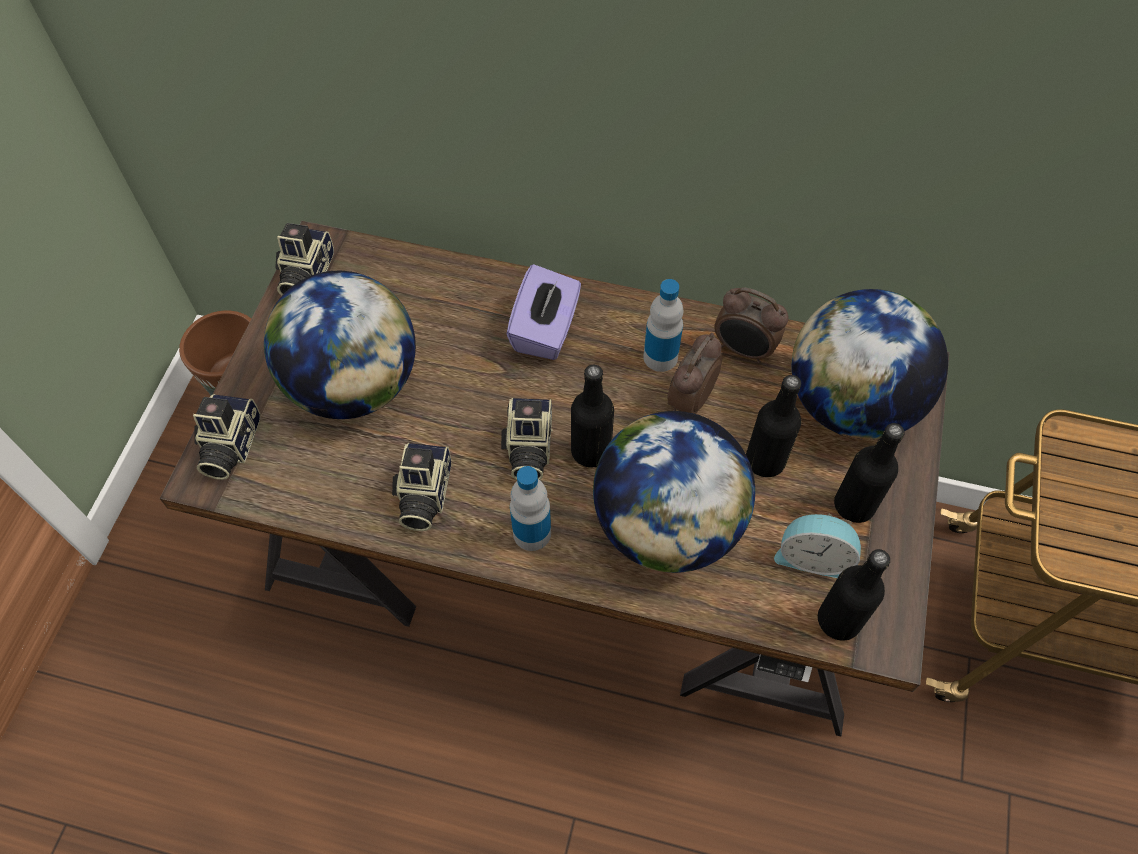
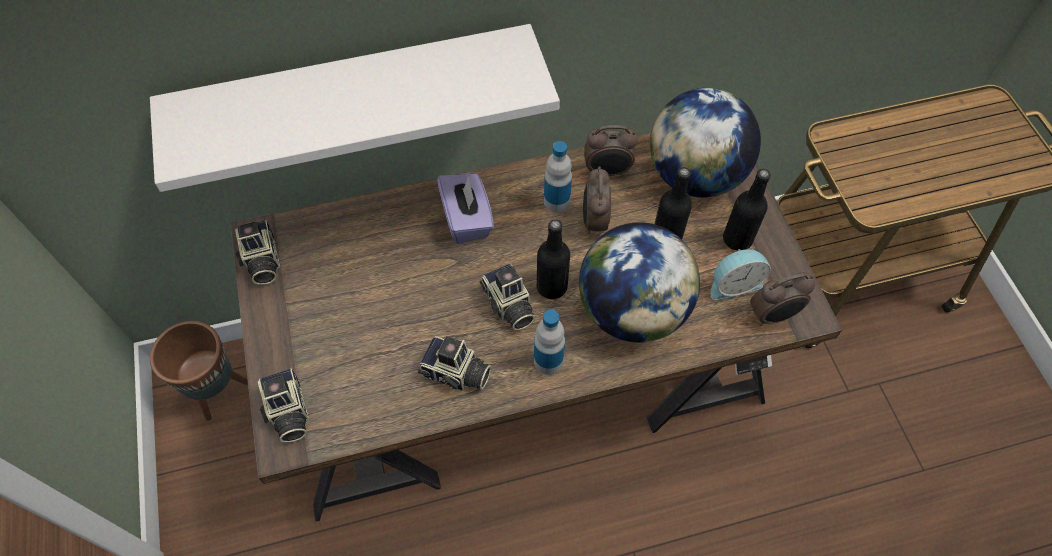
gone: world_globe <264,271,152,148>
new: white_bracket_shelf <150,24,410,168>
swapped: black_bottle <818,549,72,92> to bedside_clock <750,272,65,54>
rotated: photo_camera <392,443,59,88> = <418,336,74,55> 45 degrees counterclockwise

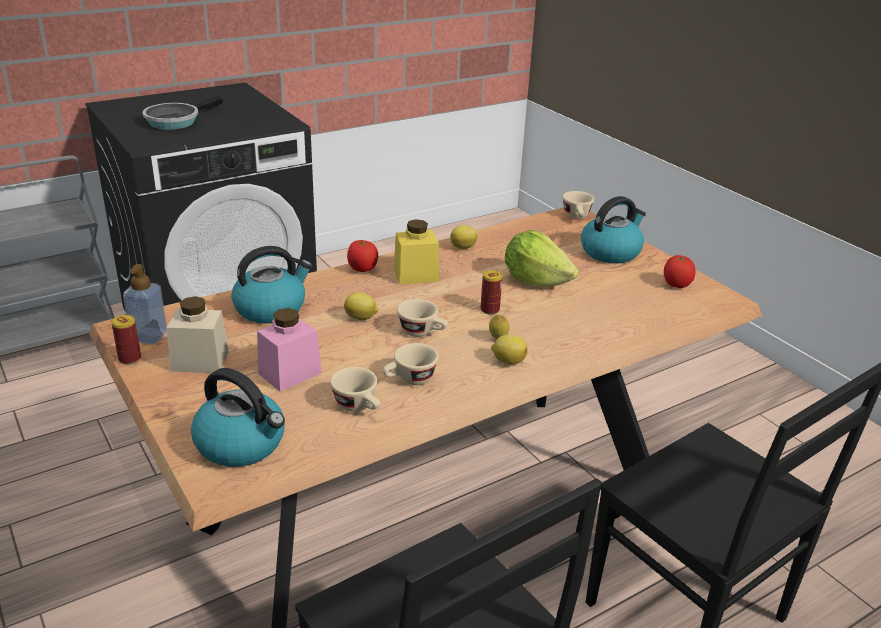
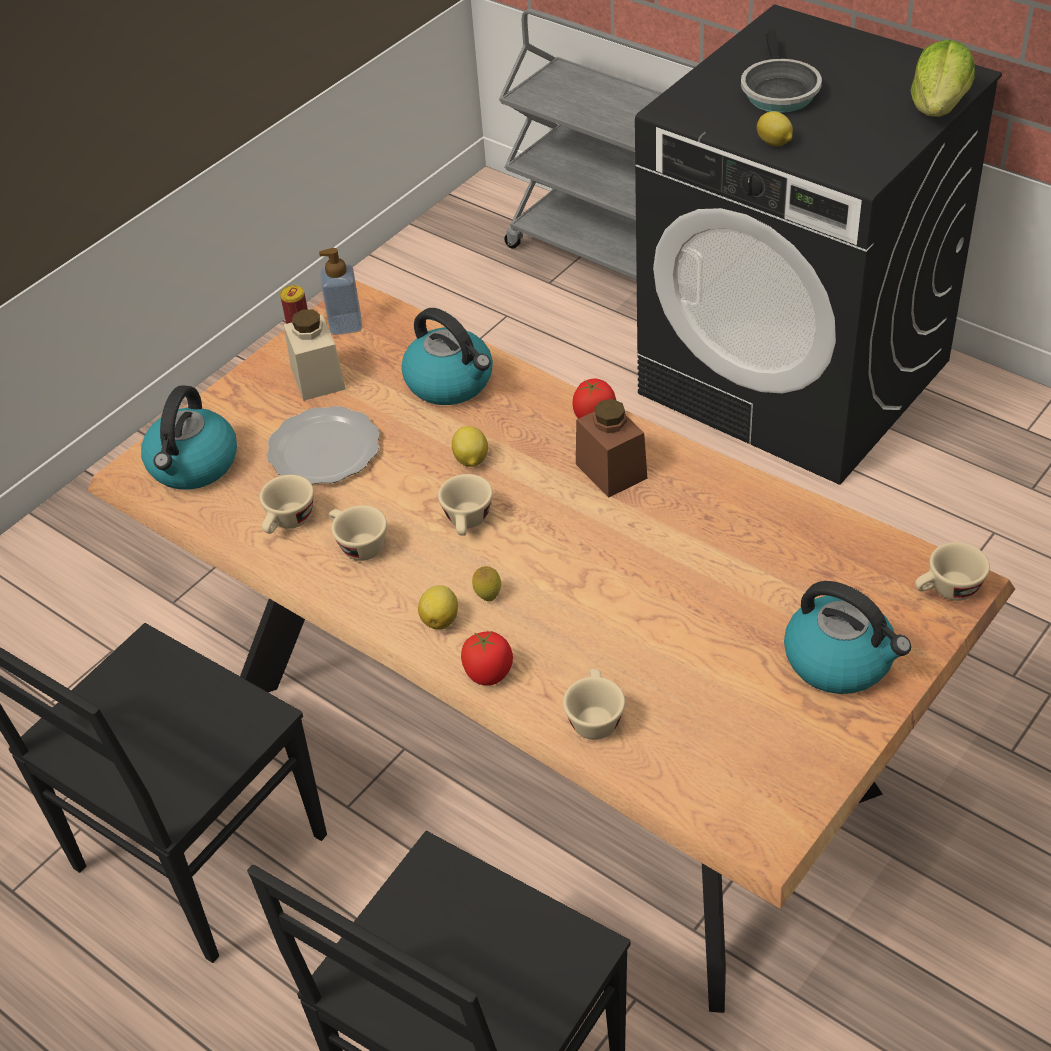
gone: sealed_can <481,270,21,45>
new: beige_drinking_cup <563,669,62,71>
shifted: lemon <450,225,28,24> to <757,111,36,35>; lettuce <505,230,74,57> to <911,39,64,78>; tomato <664,255,32,33> to <461,631,52,55>
swapped: pink_storage_jar <257,308,64,84> to dinner_plate <266,406,114,78>
repainted: yellowish_storage_jar <394,219,45,66> to brownish_storage_jar <576,399,71,99>
rotated: skillet <143,95,80,35> = <741,29,81,84> 105 degrees counterclockwise

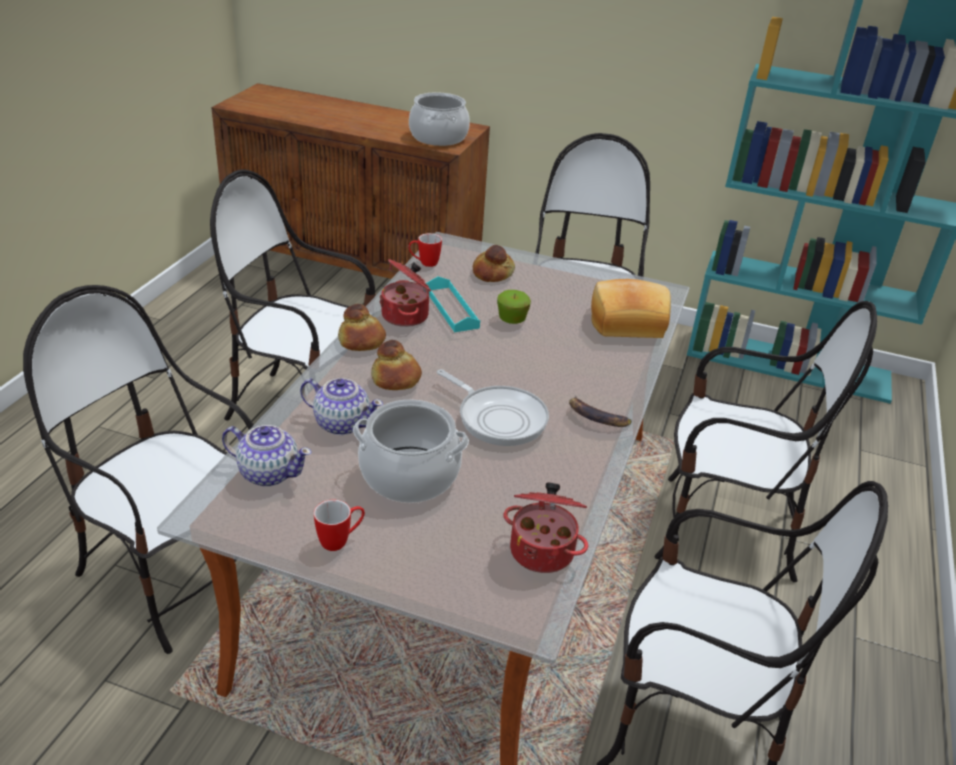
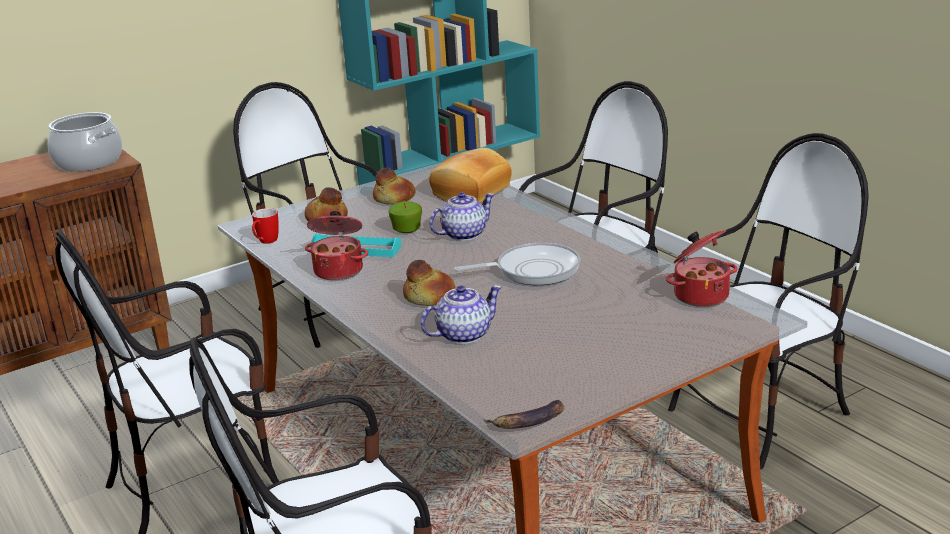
gone: mug <314,500,51,51>; stockpot <353,400,116,103>
shifted: pot_for_tea <222,425,90,61> to <430,192,65,49>; bread <338,304,48,47> to <373,168,43,36>; whole_banana <569,396,63,31> to <483,400,81,29>

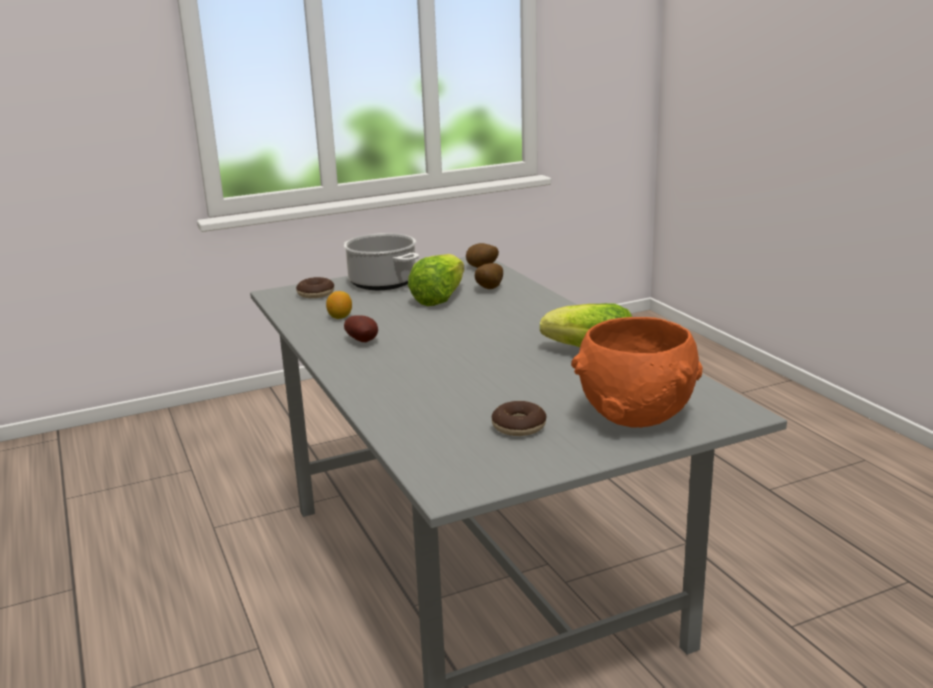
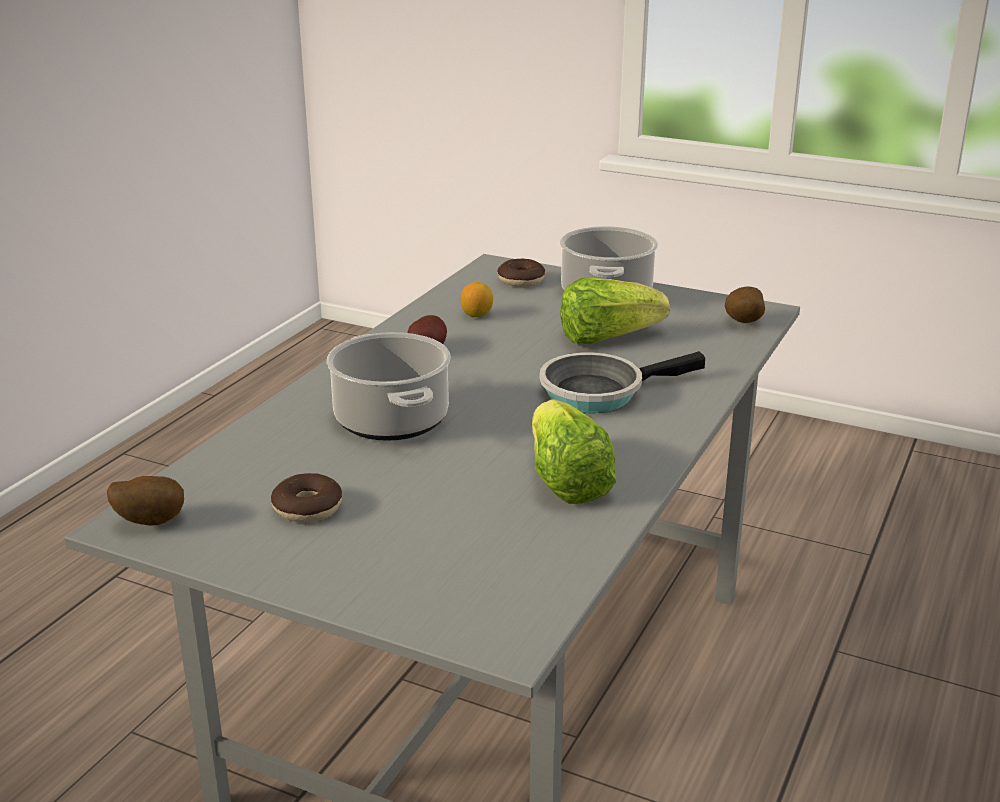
gone: orange-coloured_bowl <571,317,132,111>
new: stockpot <327,332,124,109>; skillet <539,351,166,62>
shifted: potato <475,263,28,26> to <107,476,77,49>

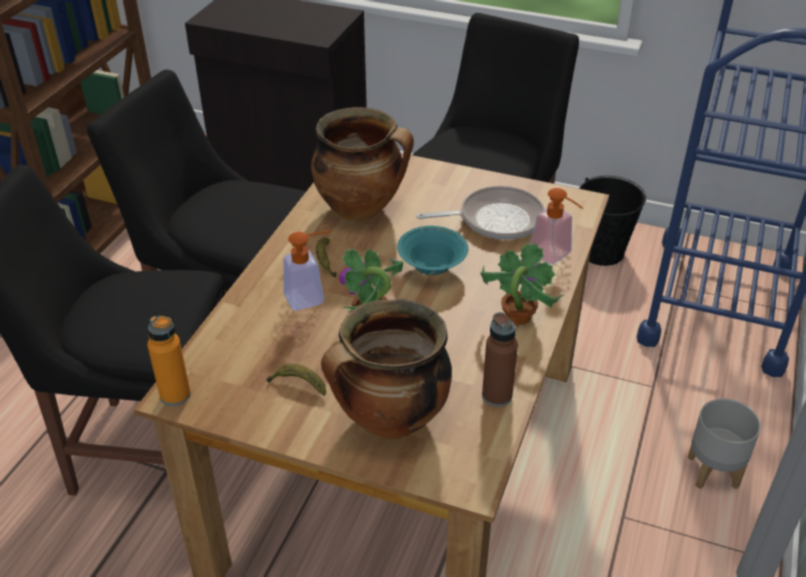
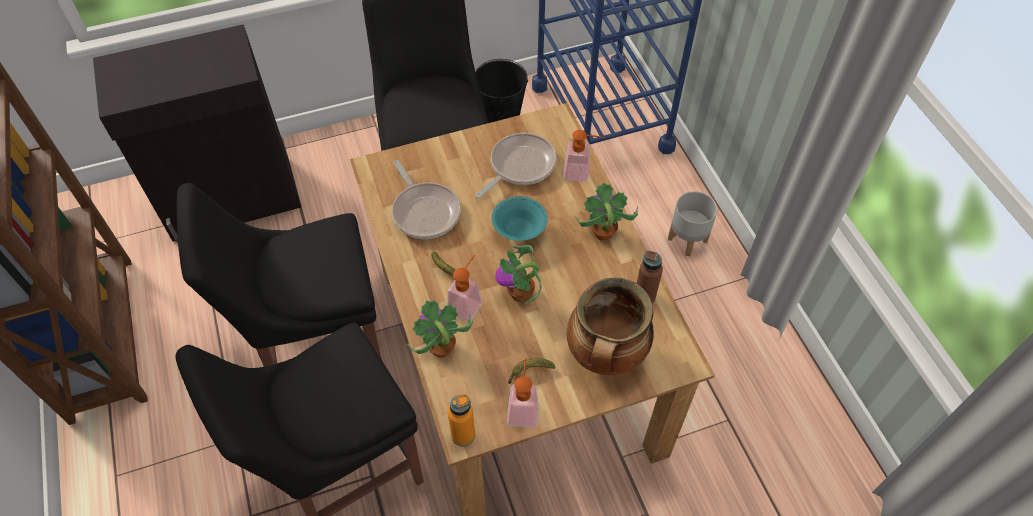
new: houseplant <405,300,68,58>; soap_dispenser <507,358,32,69>
swapped: stockpot <311,107,103,114> to skillet <392,160,69,79>

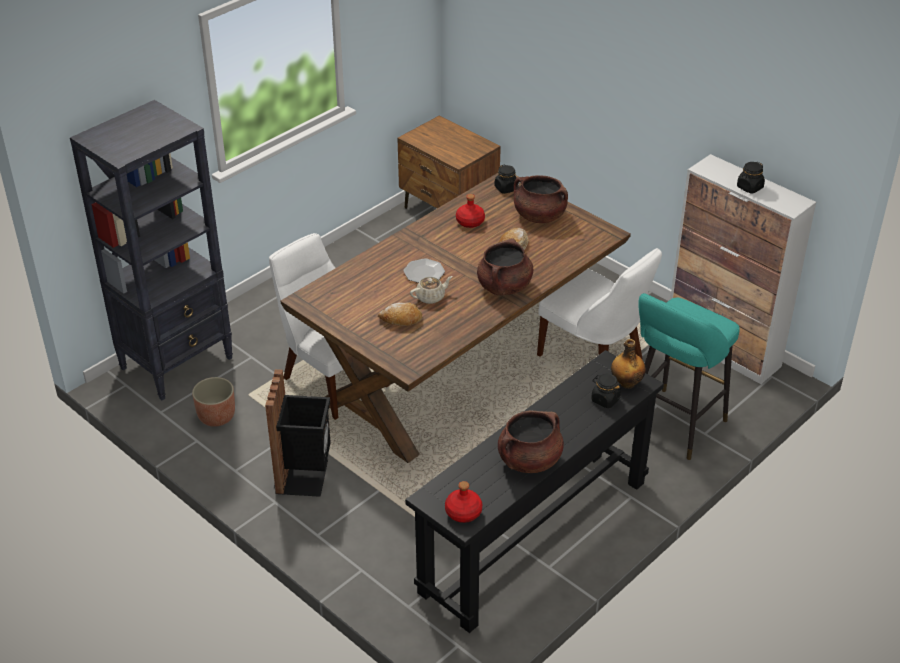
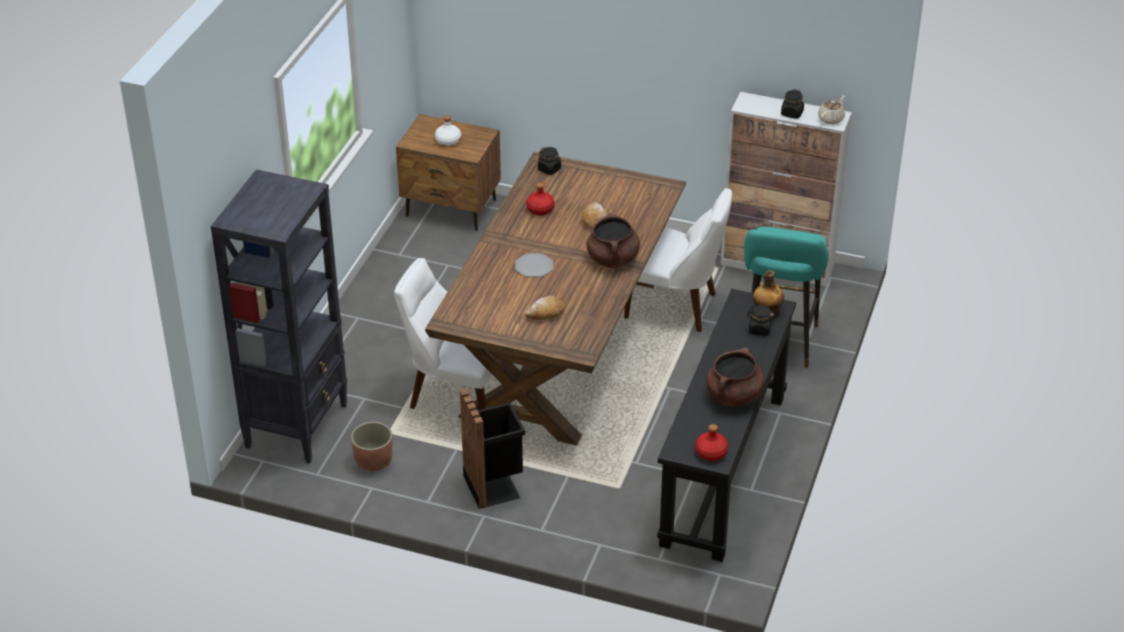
gone: brownish_stockpot <514,175,54,48>
new: white_bottle <435,116,26,30>
shifted: beige_pot_for_tea <410,276,43,28> to <818,95,27,29>

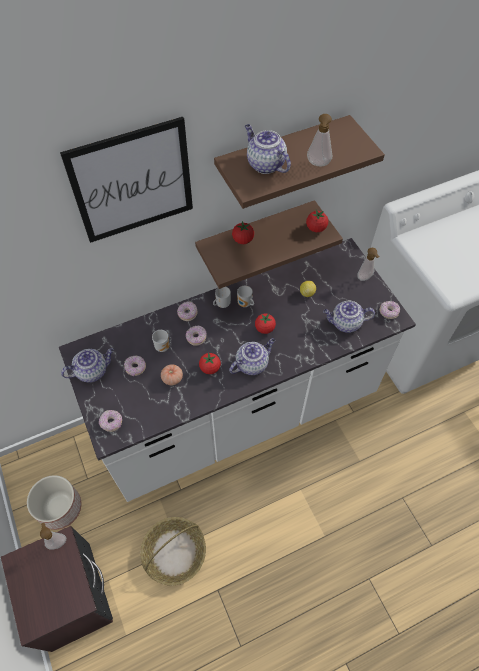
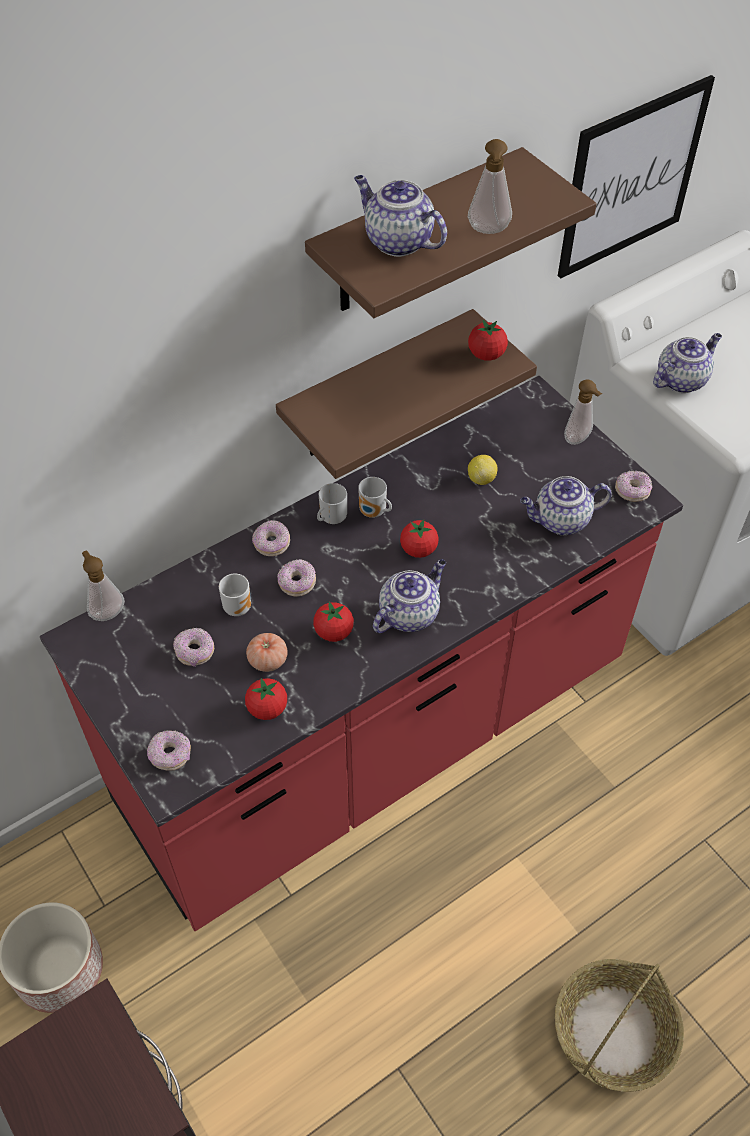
shifted: soap_dispenser <40,523,26,27> to <82,550,43,71>; wall_art <60,117,133,126> to <558,75,157,203>; pot_for_tea <61,348,53,35> to <653,333,69,60>; household_basket <141,517,65,68> to <555,959,129,133>; tomato <232,221,22,23> to <245,678,42,42>
repainted: white_counter <59,238,357,264> to red_counter <40,376,643,555>

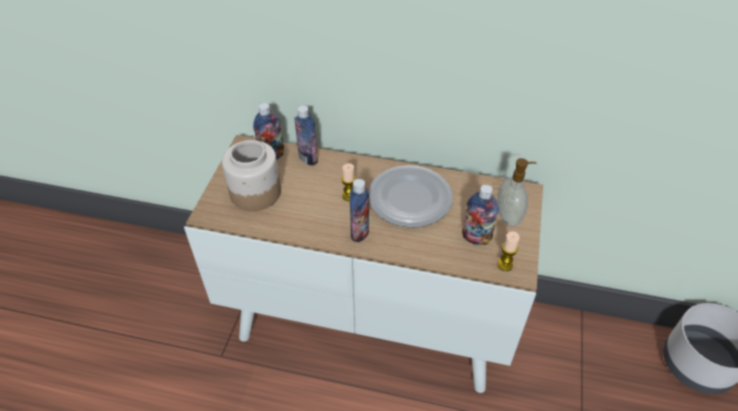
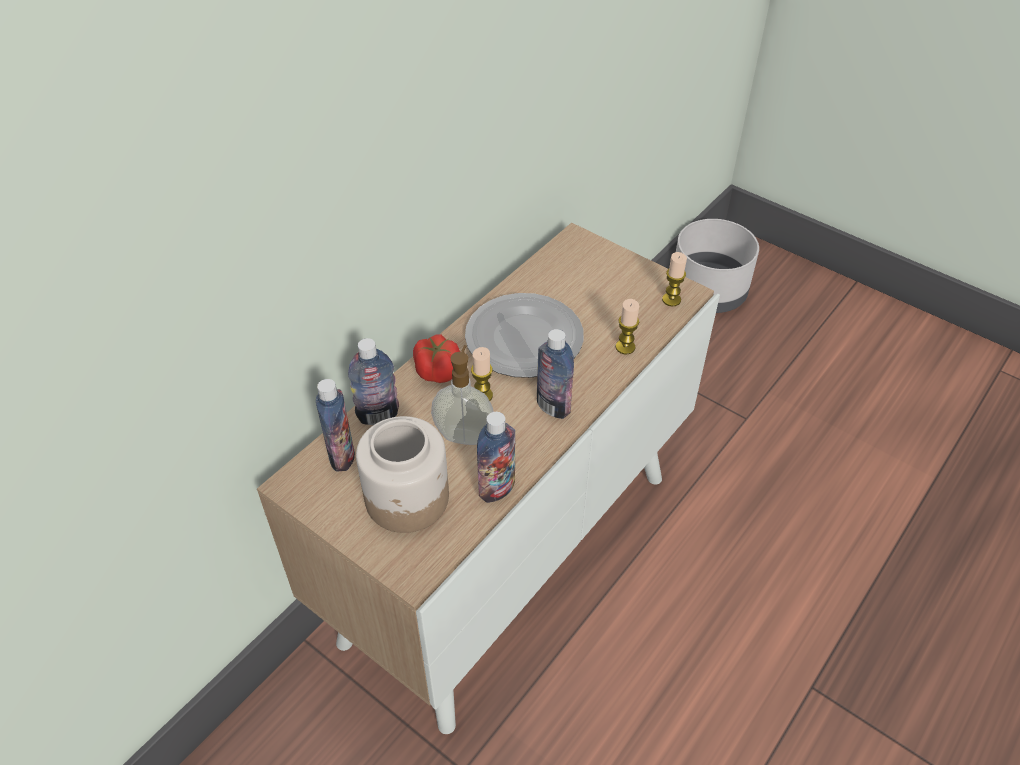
new: tomato <413,334,47,49>; candle <616,299,23,55>
shifted: bottle <462,185,37,60> to <477,412,38,91>; soap_dispenser <497,158,40,68> to <431,345,62,100>

